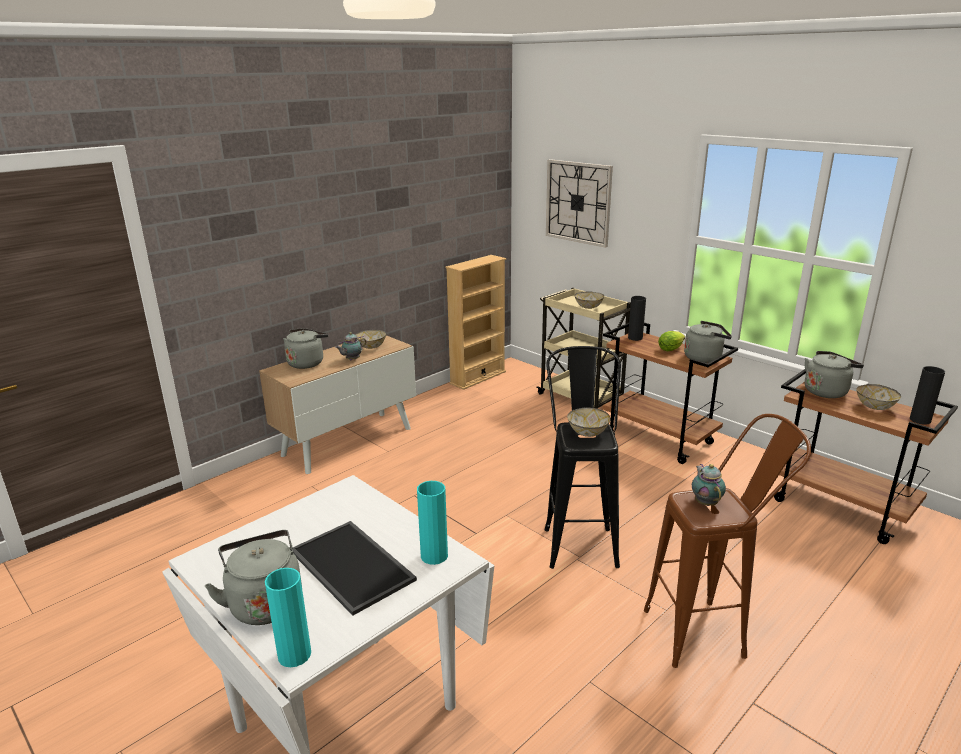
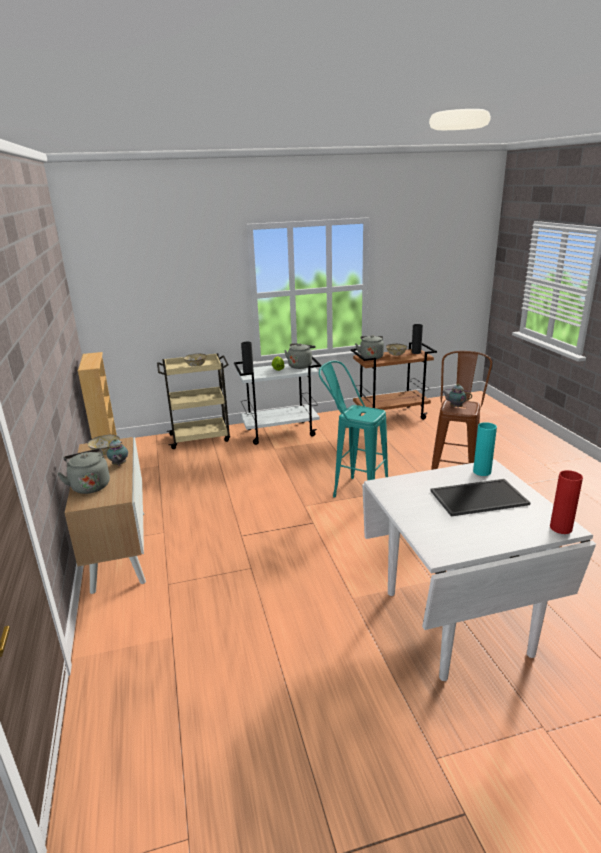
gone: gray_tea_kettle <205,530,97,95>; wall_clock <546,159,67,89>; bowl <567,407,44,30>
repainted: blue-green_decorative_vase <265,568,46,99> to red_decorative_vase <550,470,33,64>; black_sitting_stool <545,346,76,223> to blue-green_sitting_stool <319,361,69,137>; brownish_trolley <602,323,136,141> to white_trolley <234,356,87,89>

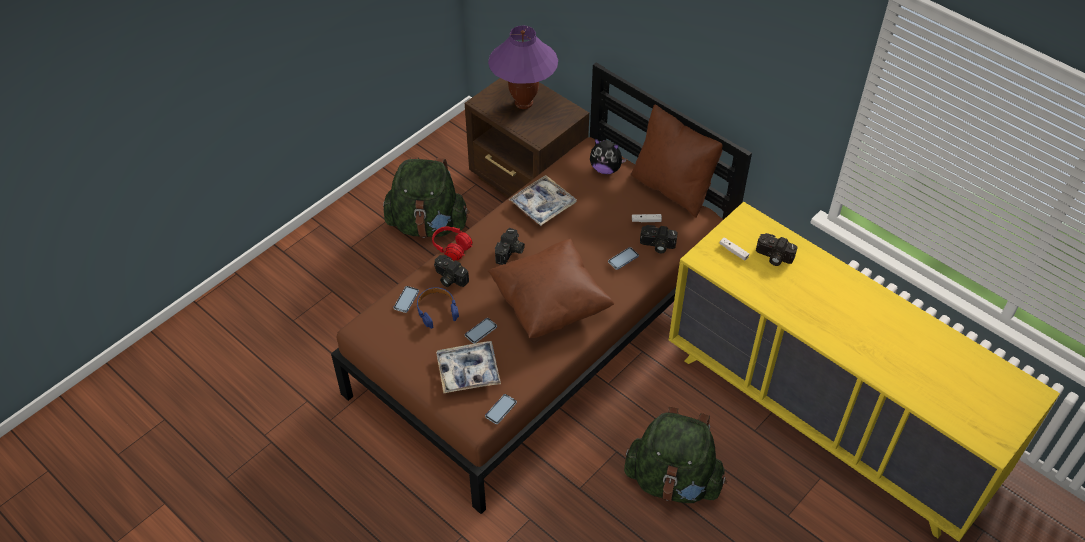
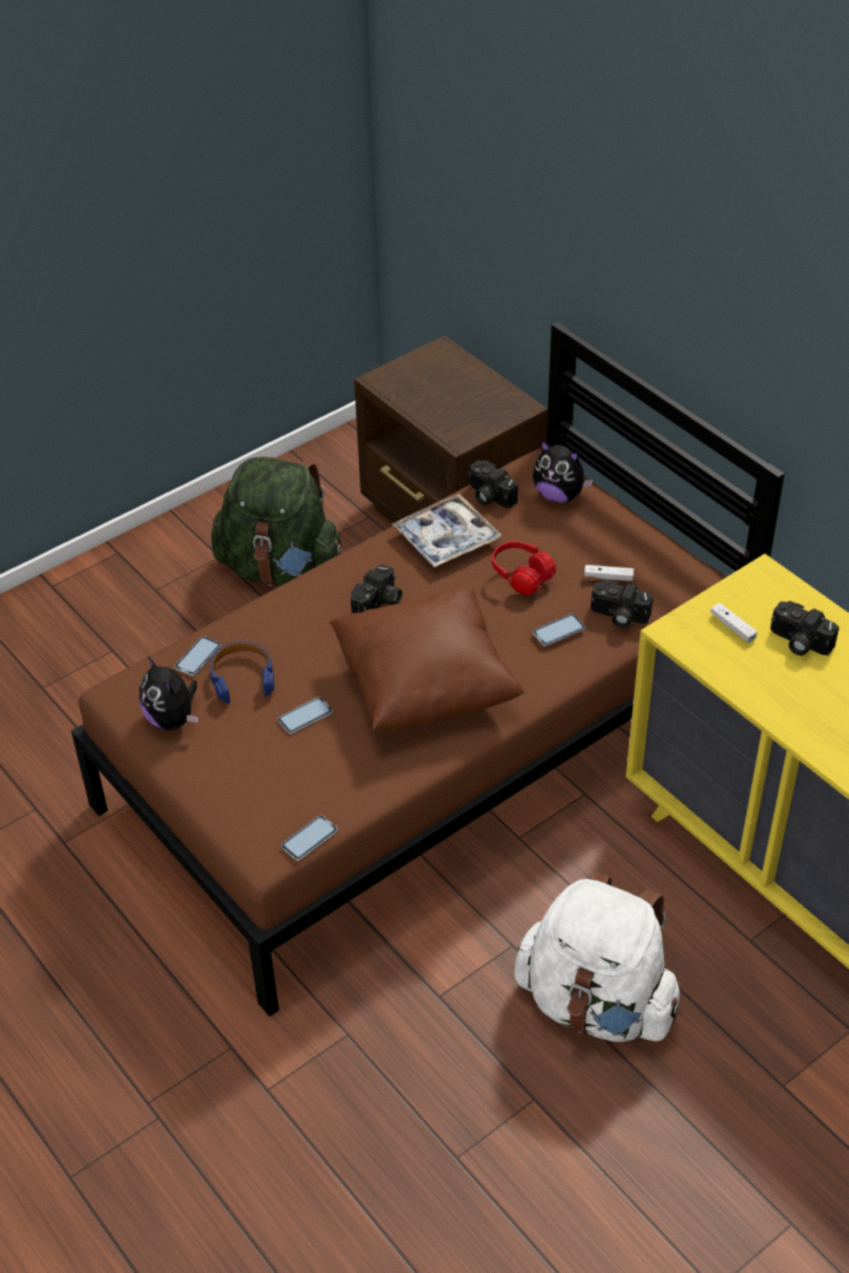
gone: tray <436,341,65,52>; purple-coloured_lamp_for_a_table <488,25,70,84>; brownish_cushion <631,104,92,114>
new: cuddly_toy <139,656,60,75>
shifted: red_pair_of_headphones <432,226,41,35> to <492,541,64,54>; photo_camera <434,255,35,32> to <468,460,50,49>
repainted: greenish_backpack <624,407,103,96> to white_backpack <514,872,168,170>

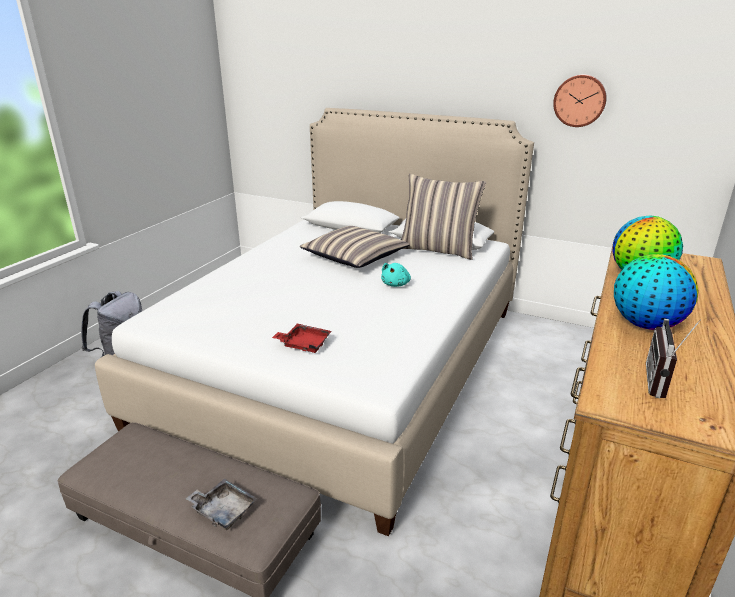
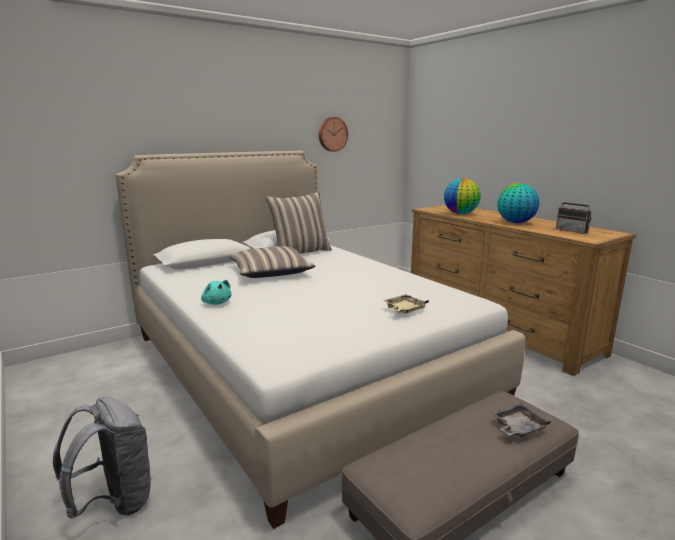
shifted: blue-green_cuddly_toy <381,263,30,24> to <201,280,31,25>
repainted: red_tray <272,324,60,29> to beige_tray <382,294,47,20>

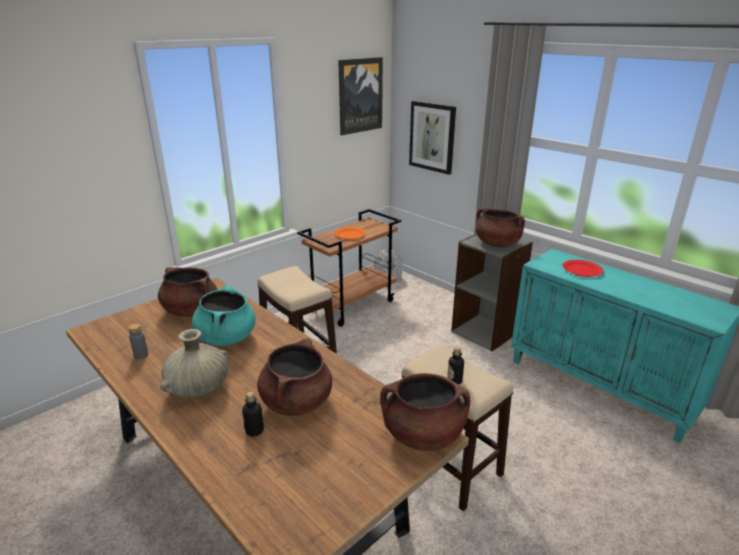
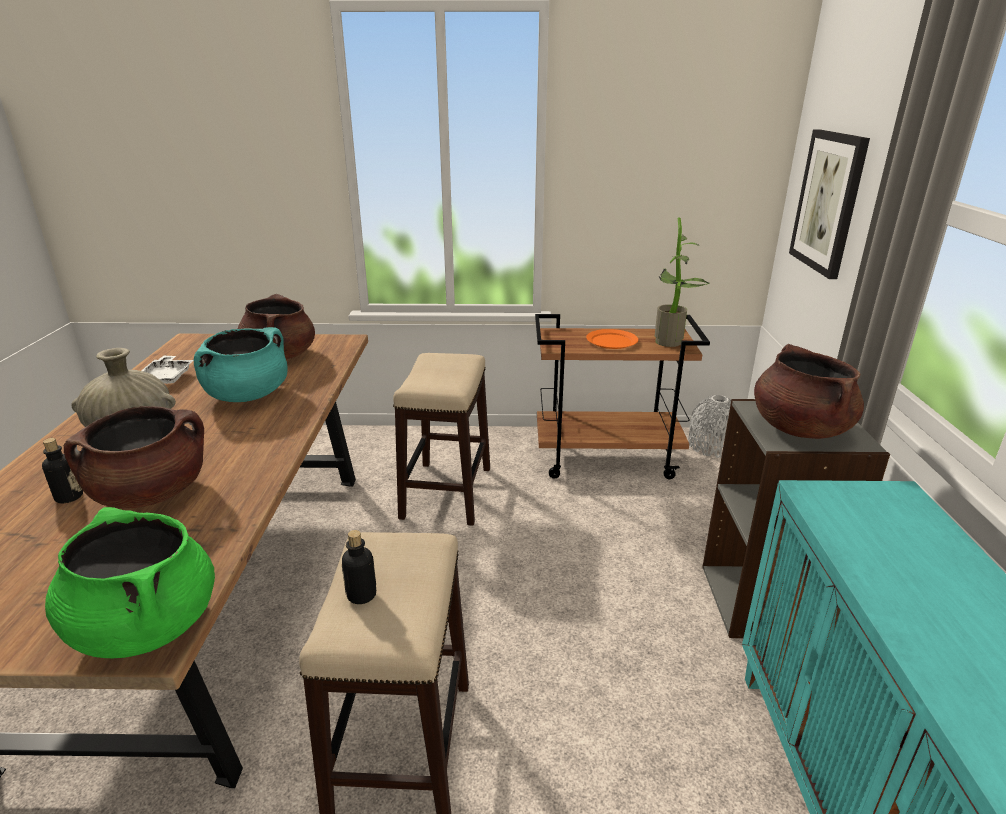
gone: wall_art <338,57,45,78>; red_dinner_plate <563,260,41,17>
new: houseplant <655,217,55,130>
swapped: gray_bottle <128,324,20,35> to white_tray <141,355,53,29>
repainted: brownish_stockpot <380,373,90,78> to greenish_stockpot <45,507,170,151>

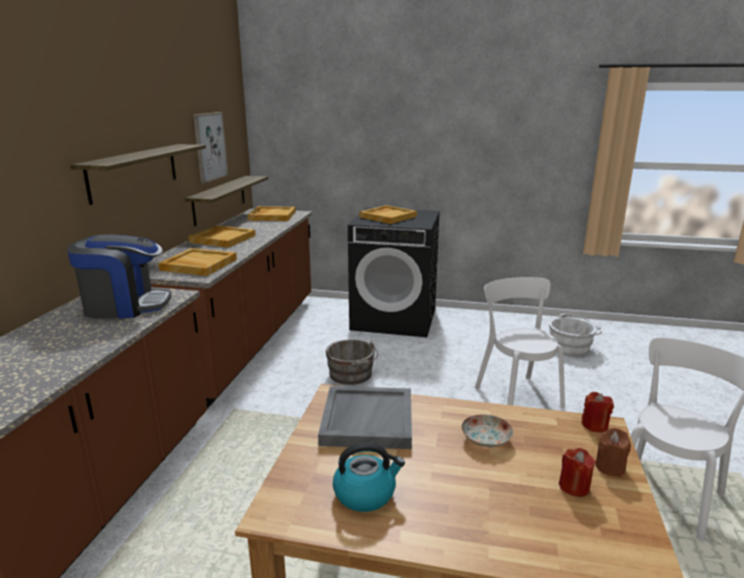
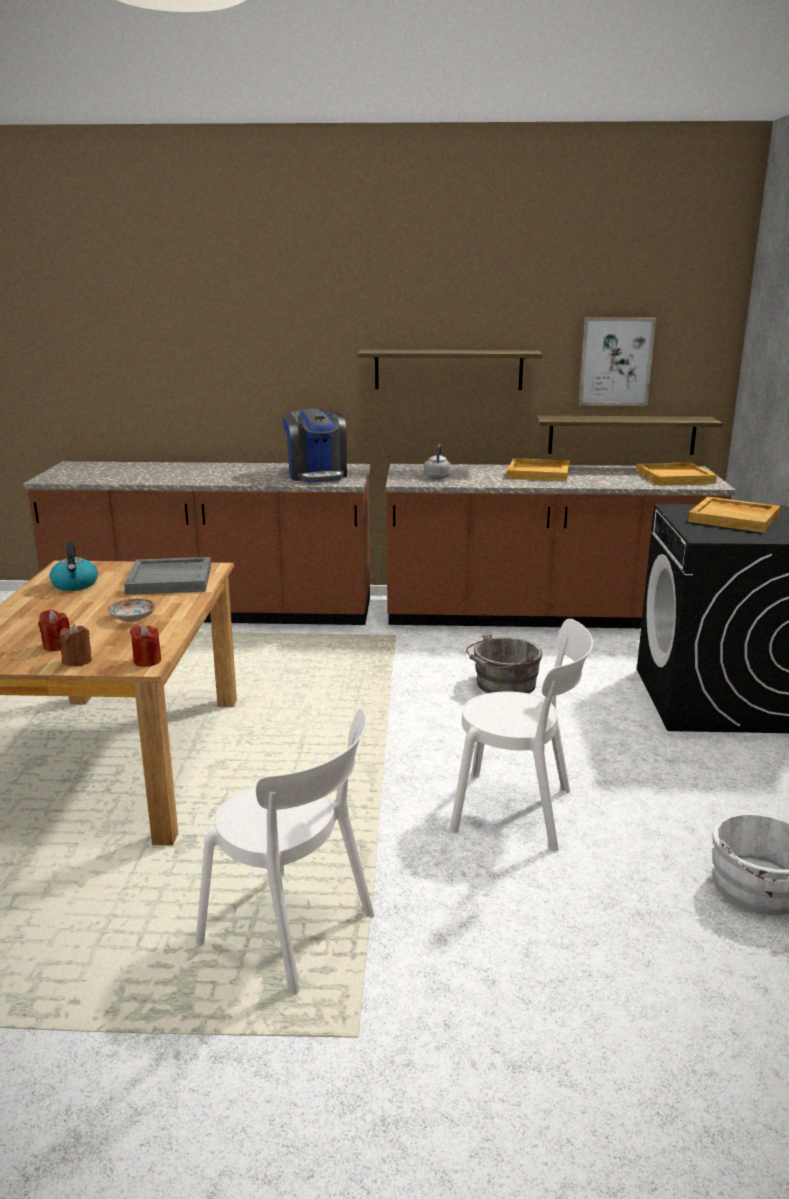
swapped: beige_tray <158,248,79,28> to gray_tea_kettle <424,444,27,35>
rotated: white_upright_chair <475,277,90,132> = <450,619,143,232> 45 degrees clockwise

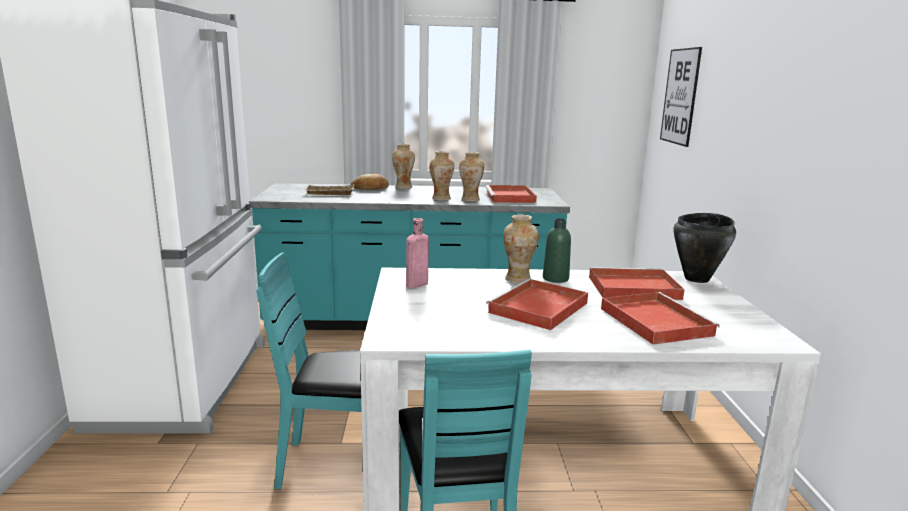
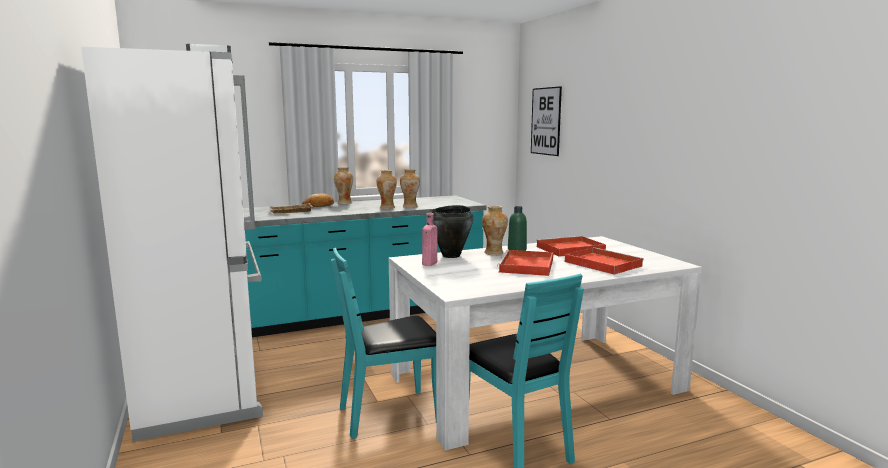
gone: red_tray <485,185,52,18>
shifted: black_stockpot <673,213,63,70> to <432,205,41,53>

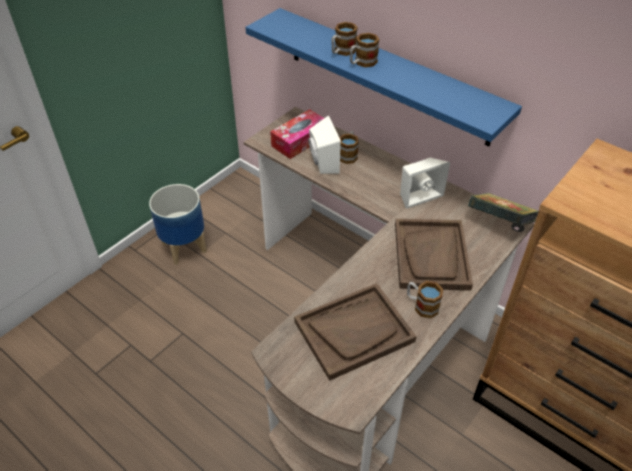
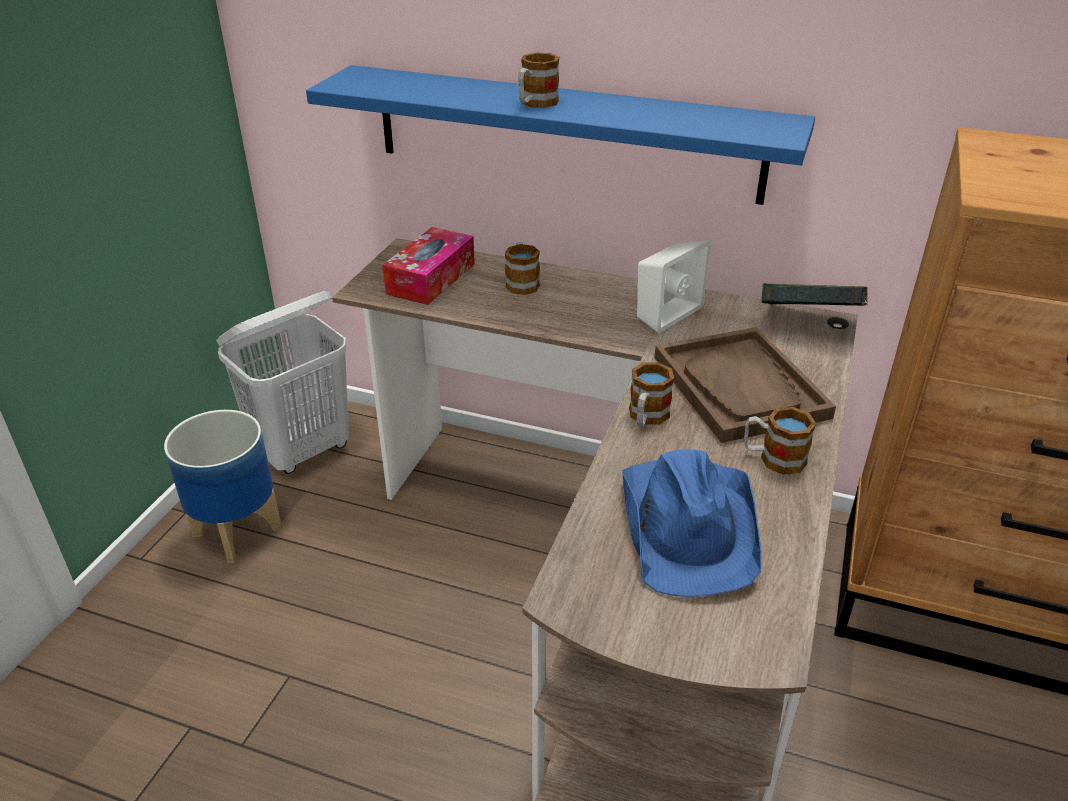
gone: white_audio_speaker <308,115,33,59>
new: white_hamper <216,291,133,183>
shifted: mug <331,22,27,34> to <629,362,45,64>
swapped: brownish_tray <294,283,123,98> to blue-coloured_clothing_hat <622,449,140,148>

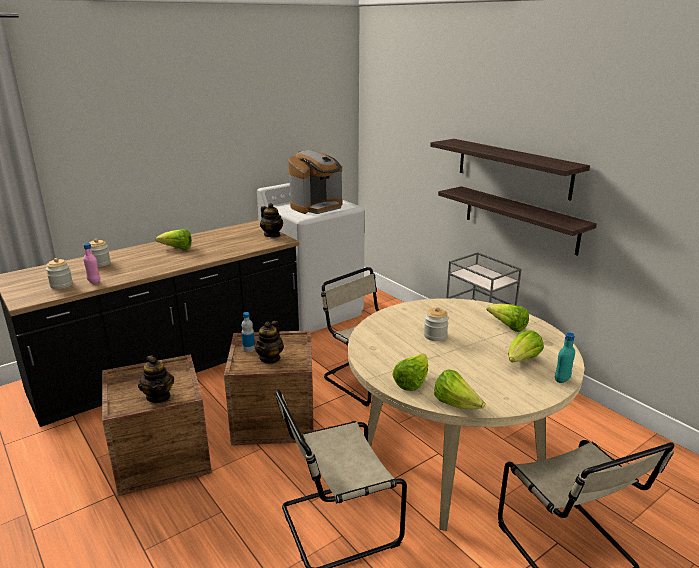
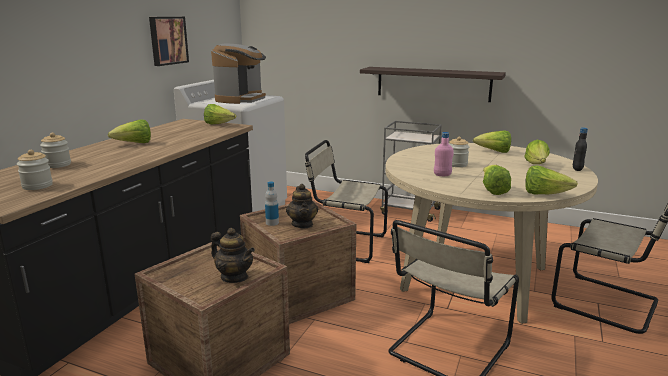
gone: bracket_shelf <430,139,160,62>
new: wall_art <149,17,40,49>
shifted: pink_bottle <83,243,17,41> to <434,132,20,44>
swapped: pot_for_tea <260,203,23,34> to lettuce <204,104,32,20>
repainted: blue-green_bottle <555,332,20,51> to black_bottle <573,127,15,44>

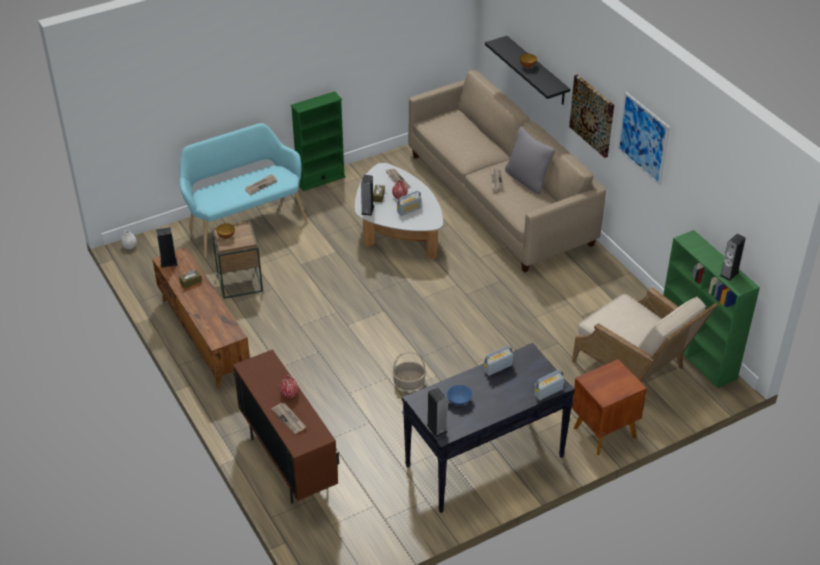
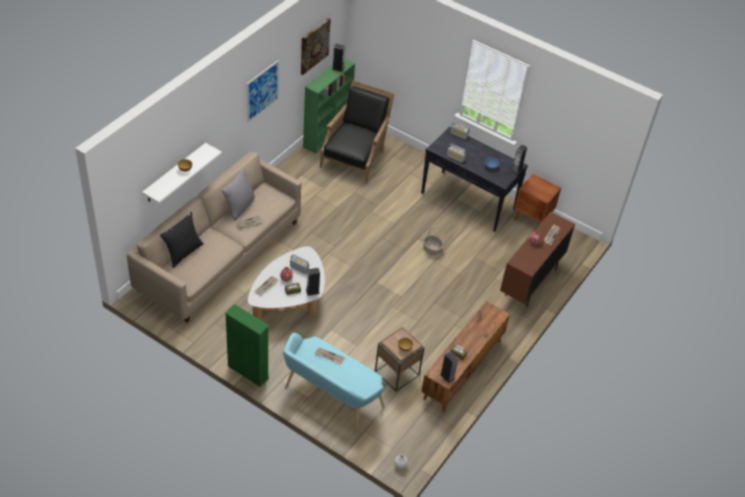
new: black_cushion <160,212,43,56>
shifted: wall_art <569,74,45,84> to <301,18,30,57>; brownish_night_table <572,359,75,96> to <514,174,47,52>
repainted: black_bracket_shelf <485,36,85,68> to white_bracket_shelf <142,143,80,60>; beige_lounge_chair <572,287,146,95> to black_lounge_chair <320,80,74,104>

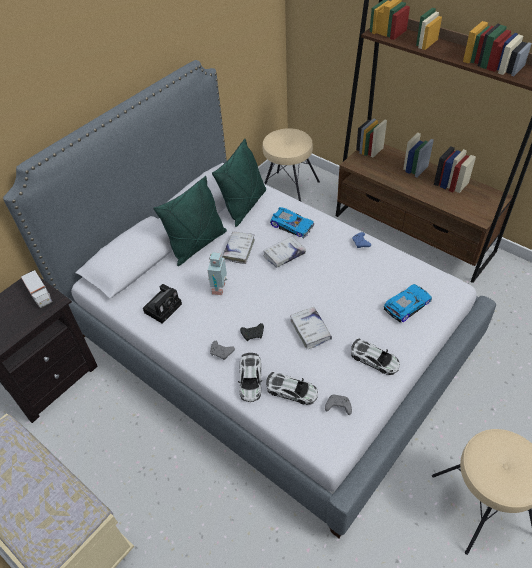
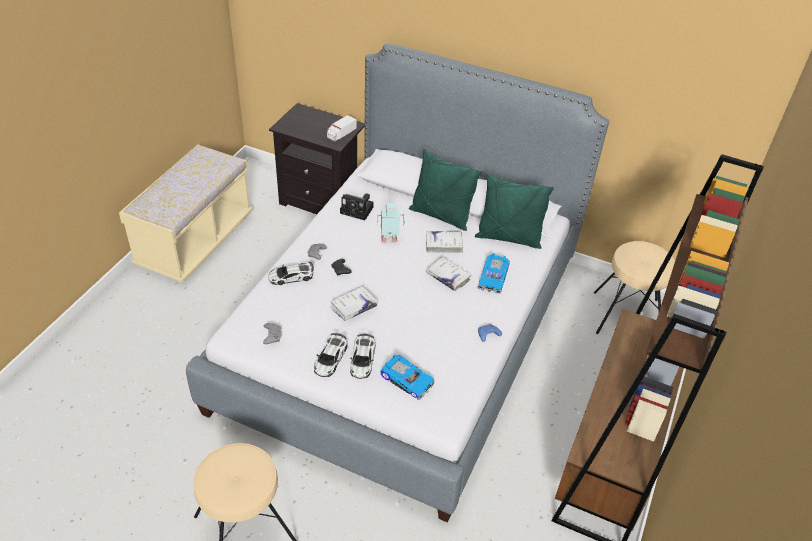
shifted: toy_car <266,372,52,33> to <350,334,26,45>

